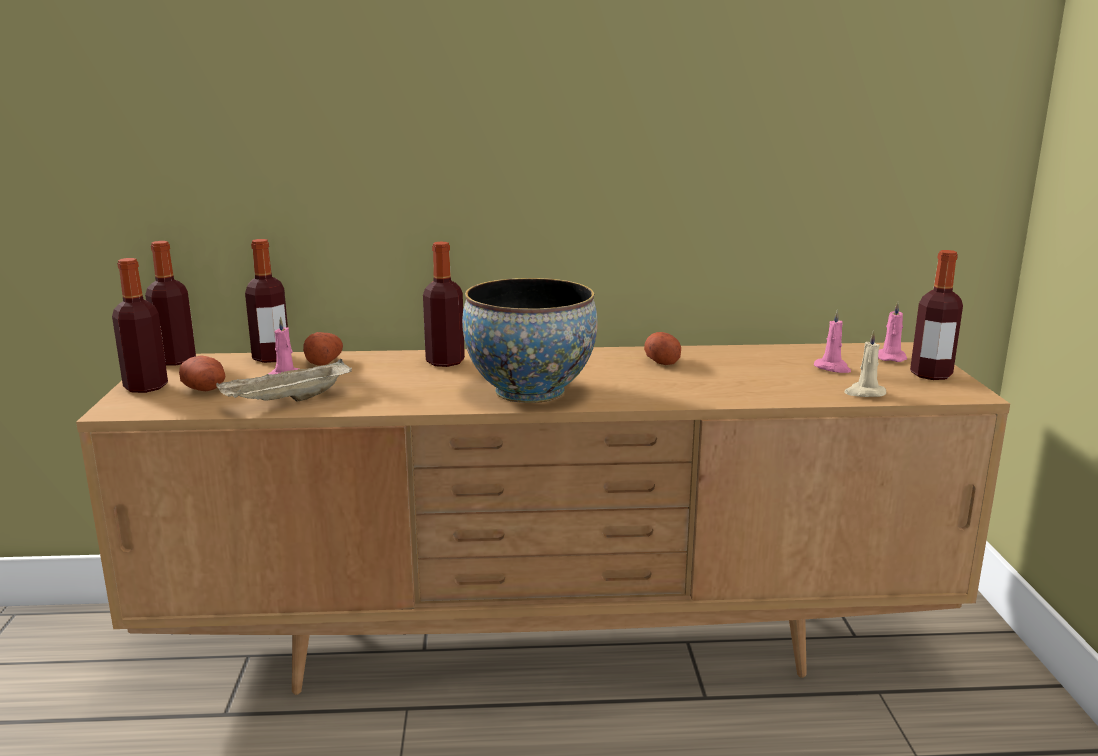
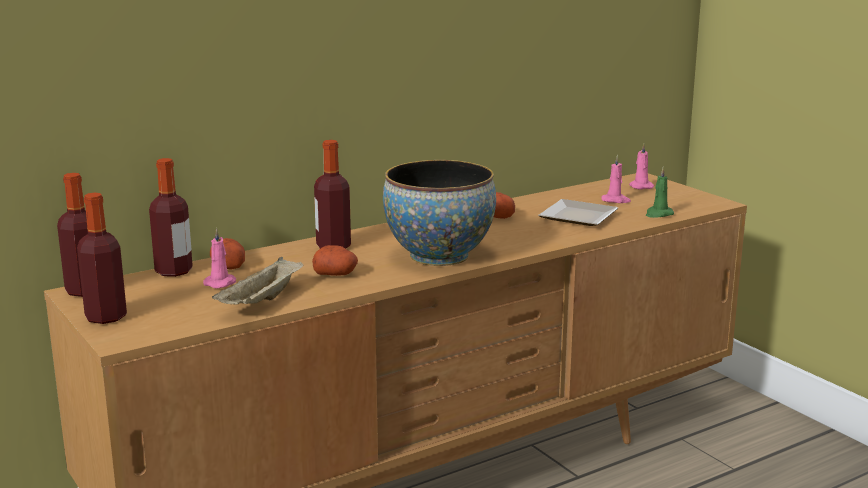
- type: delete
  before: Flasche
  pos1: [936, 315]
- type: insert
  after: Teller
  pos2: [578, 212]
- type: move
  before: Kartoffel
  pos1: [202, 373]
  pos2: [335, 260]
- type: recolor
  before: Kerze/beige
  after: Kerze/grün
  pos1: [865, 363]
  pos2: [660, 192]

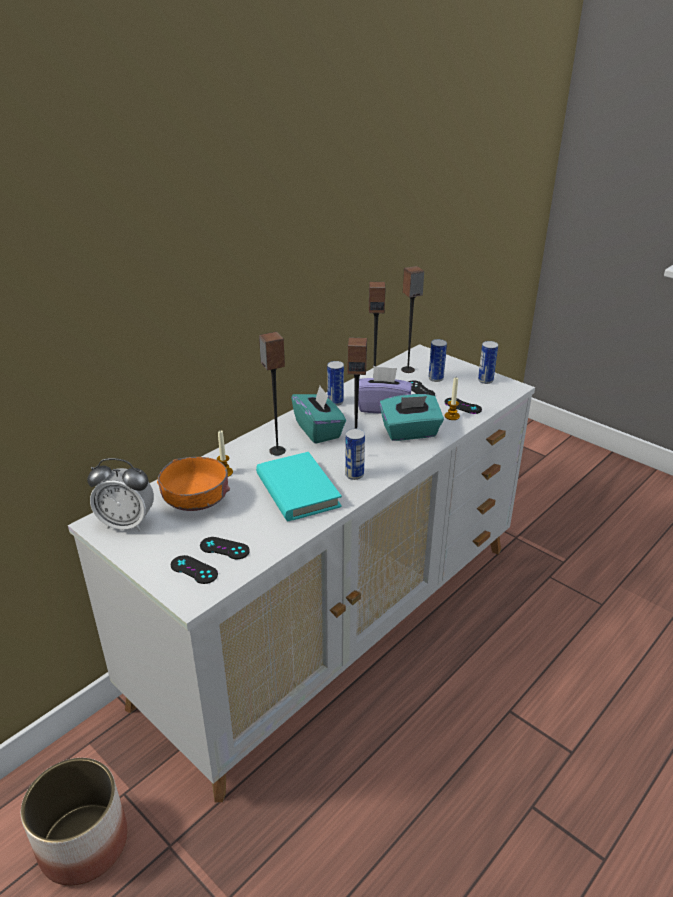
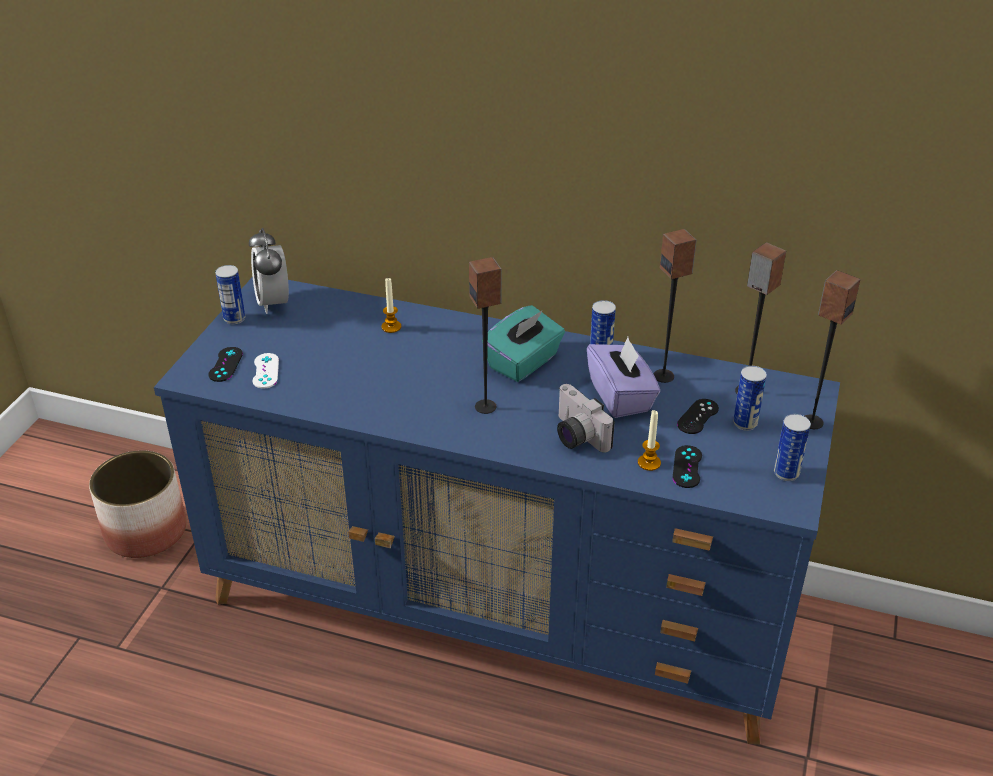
- type: delete
  before: Schüssel/orange
  pos1: [193, 484]
- type: delete
  before: Buch/türkis
  pos1: [299, 486]
- type: move
  before: Lautsprecher
  pos1: [272, 393]
  pos2: [832, 349]
- type: move
  before: Dose
  pos1: [355, 454]
  pos2: [230, 294]
- type: replace
  before: Taschentuchbox/türkis
  after: Kamera
  pos1: [411, 417]
  pos2: [586, 418]
- type: recolor
  before: Kommode/weiß
  after: Kommode/blau
  pos1: [301, 573]
  pos2: [497, 511]
- type: recolor
  before: Gamepad/schwarz
  after: Gamepad/weiß
  pos1: [225, 548]
  pos2: [266, 371]

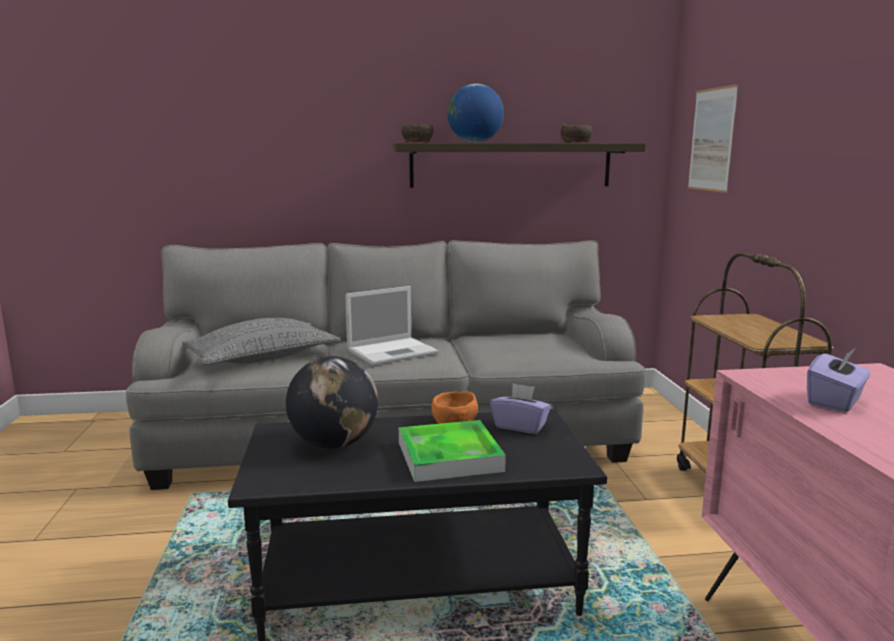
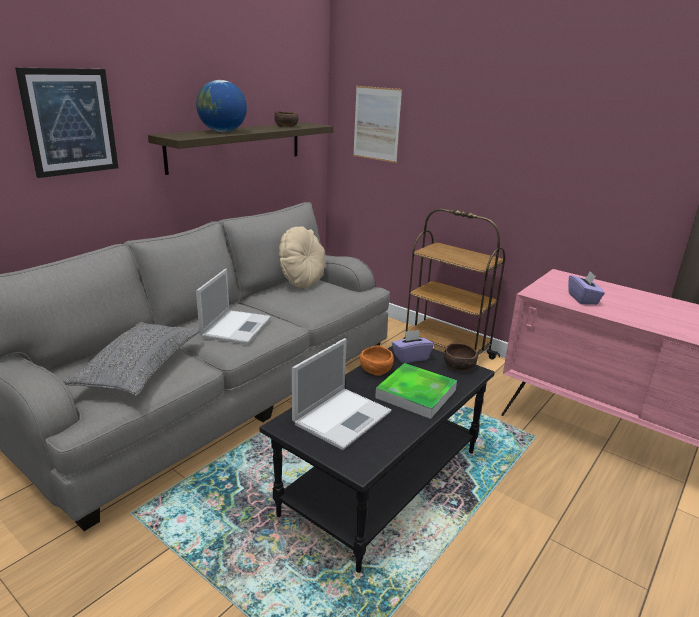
- type: insert
  after: Bild
  pos2: [66, 123]
- type: insert
  after: Kissen/beige
  pos2: [302, 257]
- type: move
  before: Schüssel/braun
  pos1: [417, 133]
  pos2: [461, 357]
- type: replace
  before: Globus
  after: Laptop
  pos1: [332, 402]
  pos2: [341, 394]

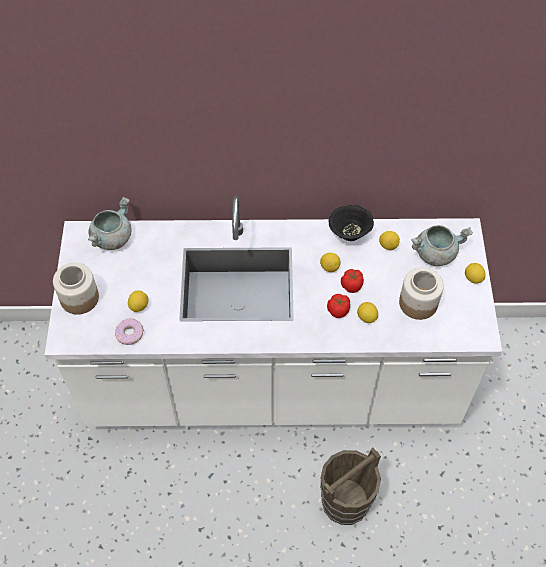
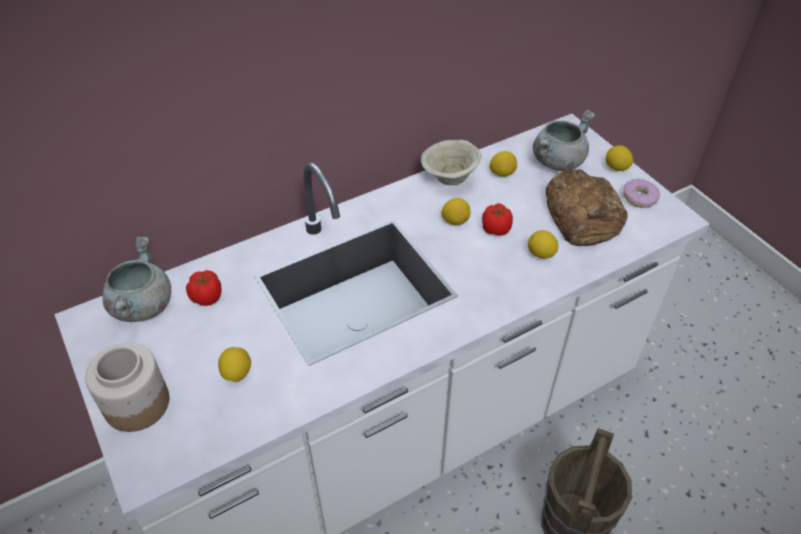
- type: move
  before: Donut
  pos1: [129, 331]
  pos2: [641, 193]
- type: move
  before: Tomate
  pos1: [338, 306]
  pos2: [204, 288]
- type: replace
  before: Vorratsglas
  after: Brot
  pos1: [421, 294]
  pos2: [587, 207]
- type: recolor
  before: Schüssel/schwarz
  after: Schüssel/beige
  pos1: [351, 223]
  pos2: [451, 162]

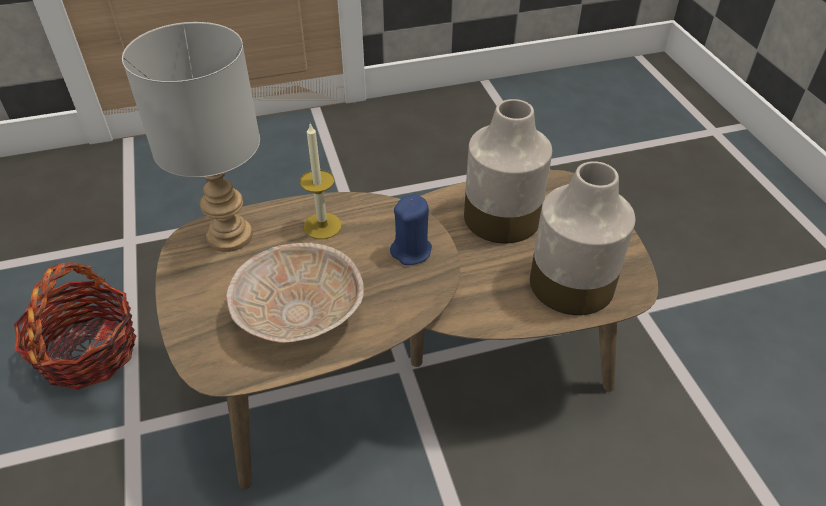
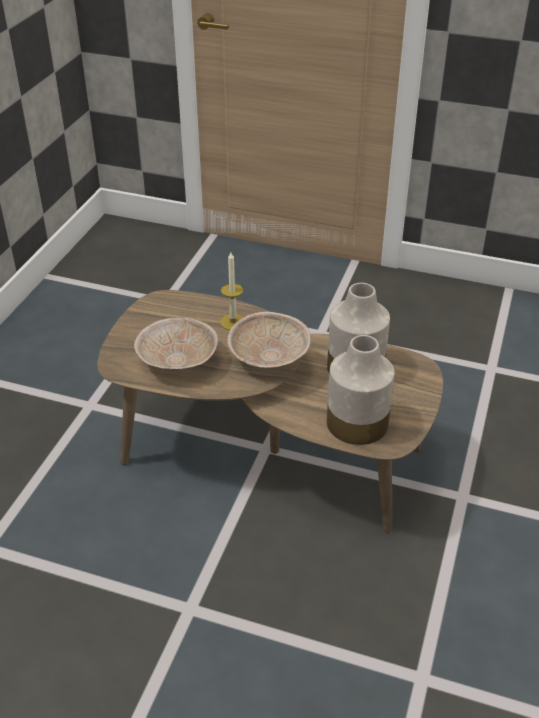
- type: delete
  before: Korb
  pos1: [75, 326]
- type: delete
  before: Tischlampe/grau
  pos1: [191, 137]
- type: replace
  before: Kerze/blau
  after: Schüssel/beige
  pos1: [411, 229]
  pos2: [269, 340]

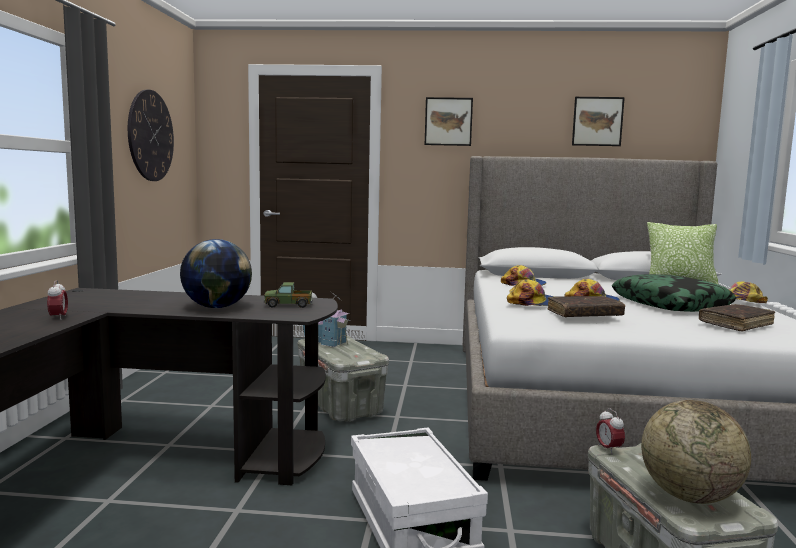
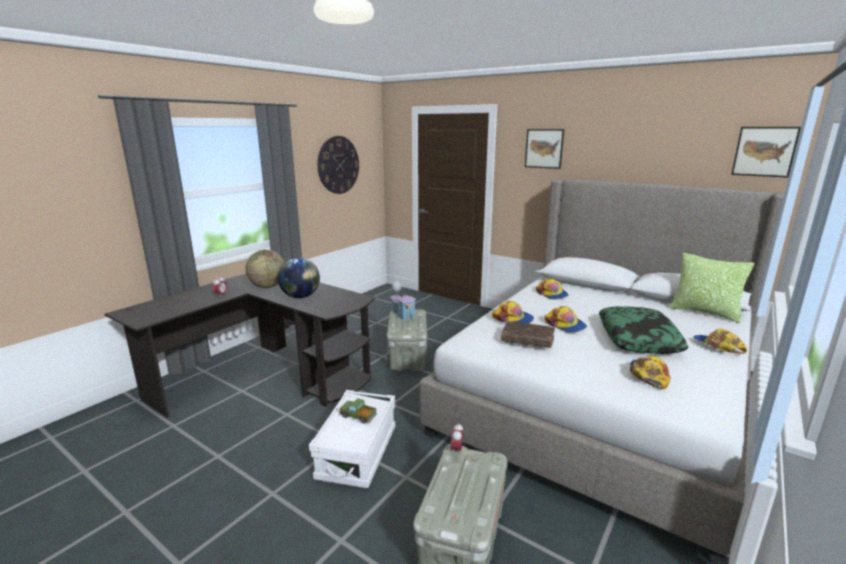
- type: move
  before: Spielzeuglaster
  pos1: [288, 295]
  pos2: [358, 411]
- type: move
  before: Bild
  pos1: [598, 121]
  pos2: [766, 152]
- type: move
  before: Globus
  pos1: [696, 452]
  pos2: [265, 269]
- type: replace
  before: Buch/braun
  after: Kappe
  pos1: [737, 317]
  pos2: [650, 372]

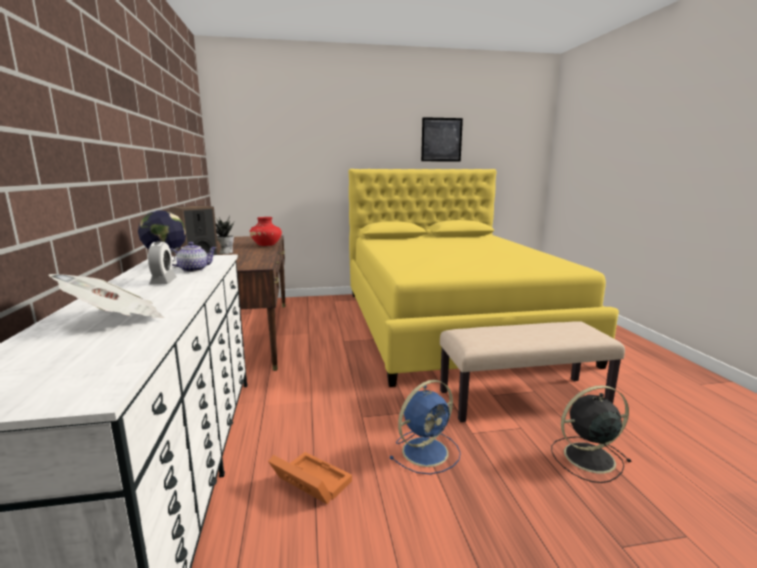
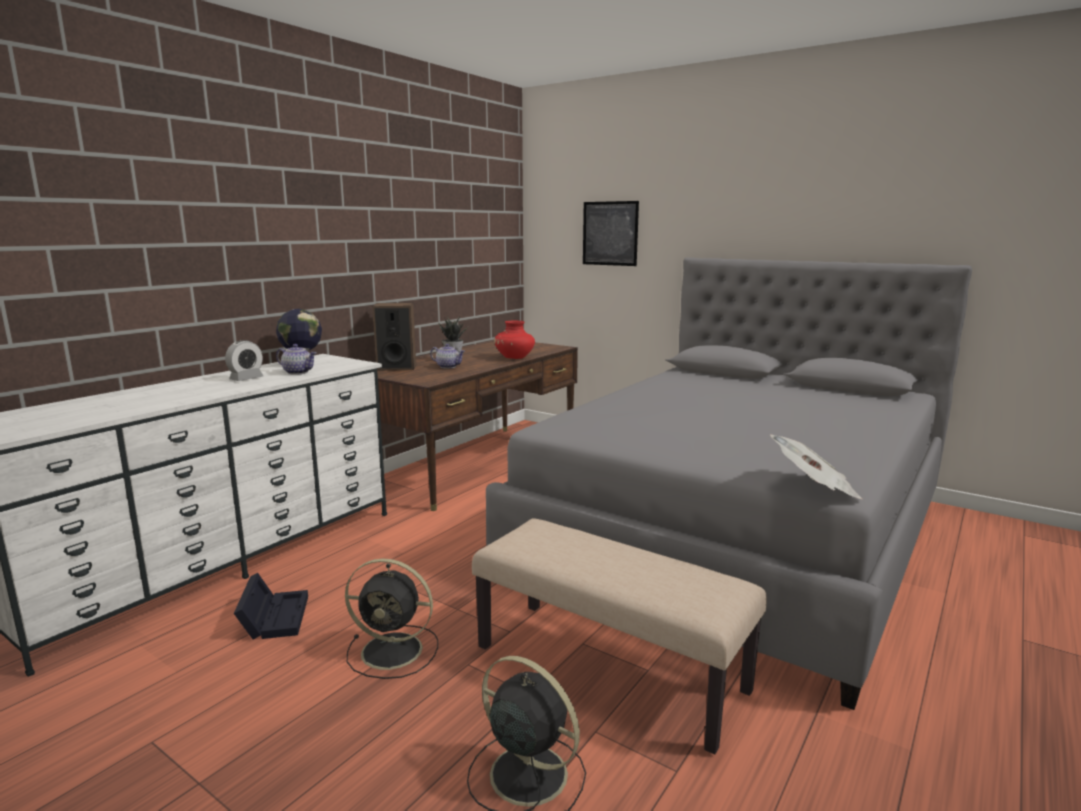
- type: insert
  after: Teekanne
  pos2: [447, 356]
- type: move
  before: Zeitung
  pos1: [106, 296]
  pos2: [816, 466]
- type: move
  before: Bild
  pos1: [442, 139]
  pos2: [611, 233]
- type: recolor
  before: Aufbewahrungsbox/orange
  after: Aufbewahrungsbox/schwarz
  pos1: [310, 478]
  pos2: [271, 606]
- type: recolor
  before: Bett/gelb
  after: Bett/grau
  pos1: [484, 278]
  pos2: [729, 483]
- type: recolor
  before: Ventilator/blau
  after: Ventilator/schwarz
  pos1: [425, 427]
  pos2: [391, 618]

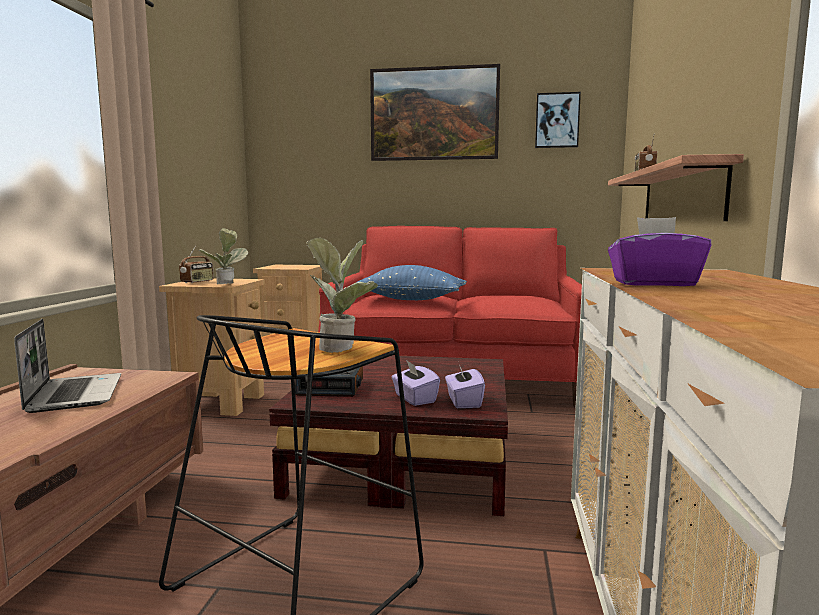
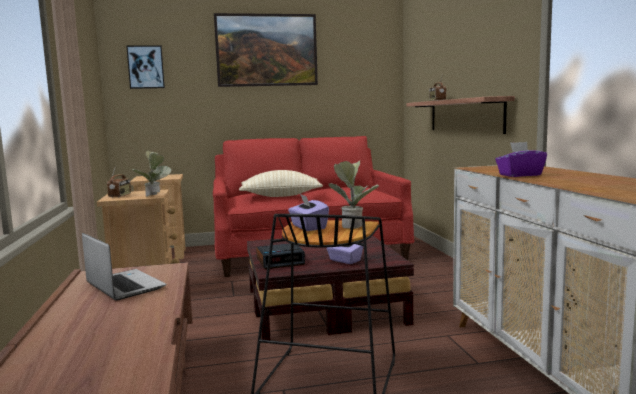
- type: move
  before: Taschentuchbox/lila
  pos1: [465, 386]
  pos2: [308, 212]
- type: move
  before: Bild
  pos1: [558, 120]
  pos2: [145, 67]
- type: recolor
  before: Kissen/blau
  after: Kissen/beige
  pos1: [411, 282]
  pos2: [281, 183]

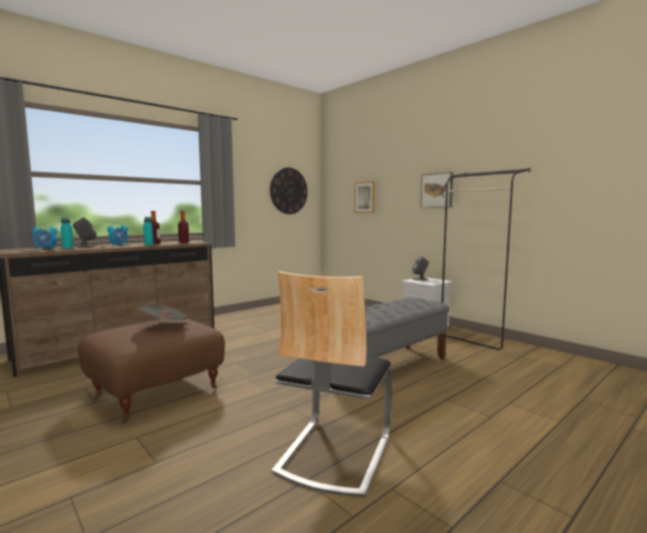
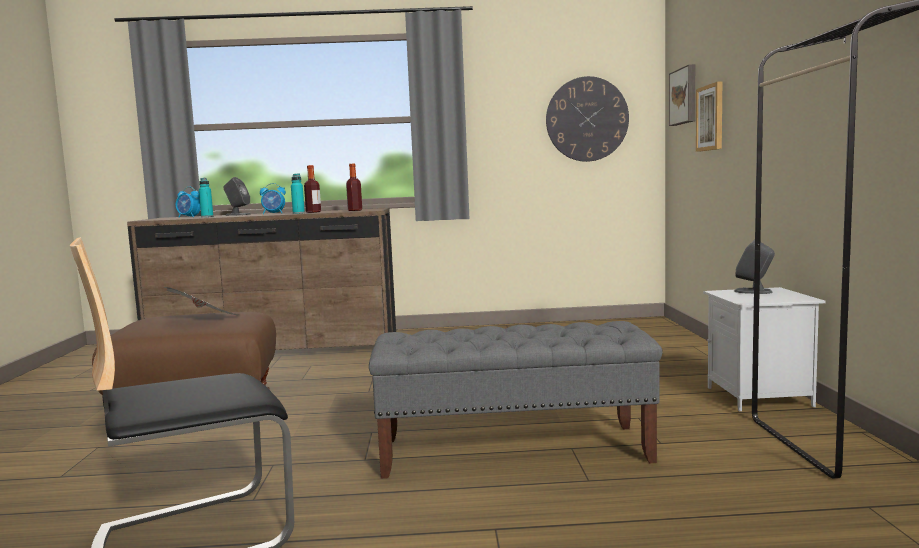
- type: move
  before: Bild
  pos1: [437, 190]
  pos2: [682, 95]

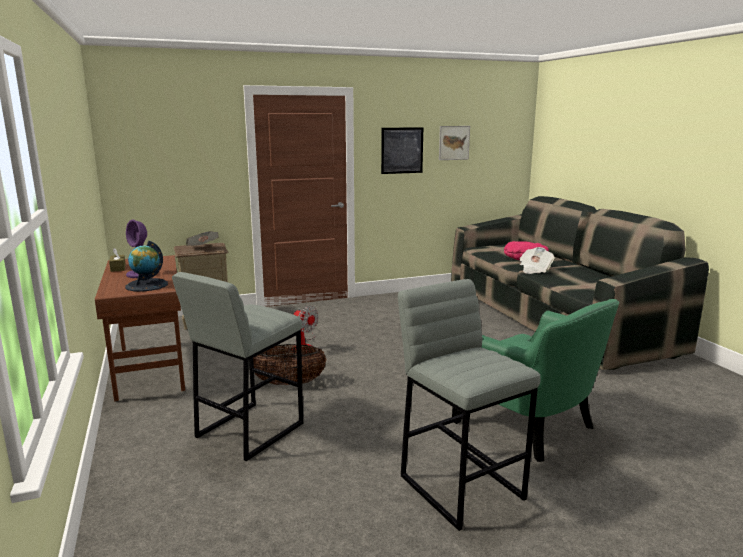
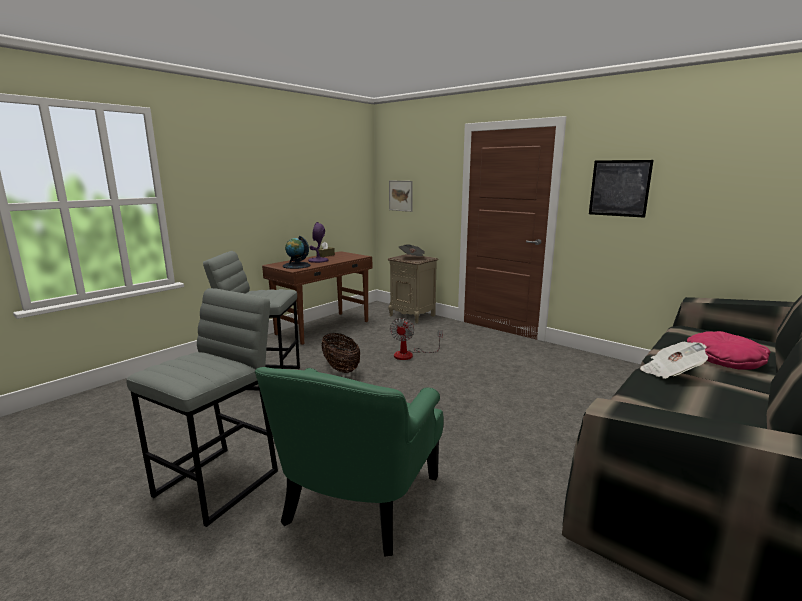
- type: move
  before: Bild
  pos1: [454, 143]
  pos2: [401, 196]

